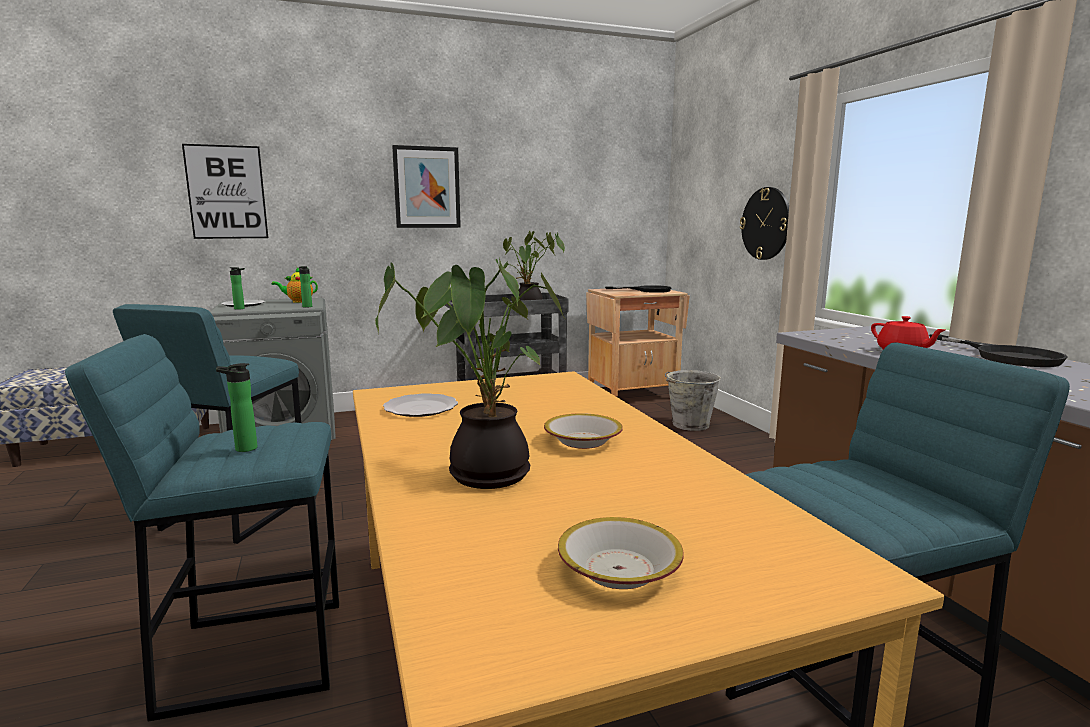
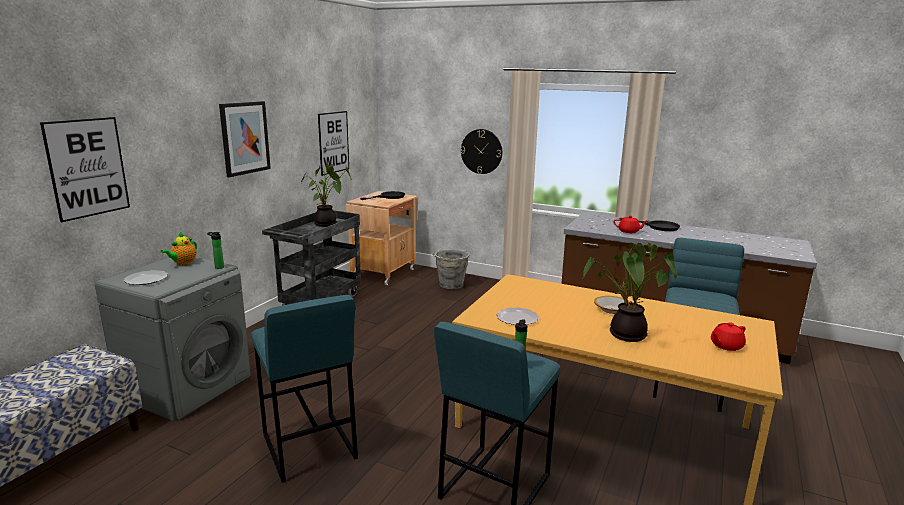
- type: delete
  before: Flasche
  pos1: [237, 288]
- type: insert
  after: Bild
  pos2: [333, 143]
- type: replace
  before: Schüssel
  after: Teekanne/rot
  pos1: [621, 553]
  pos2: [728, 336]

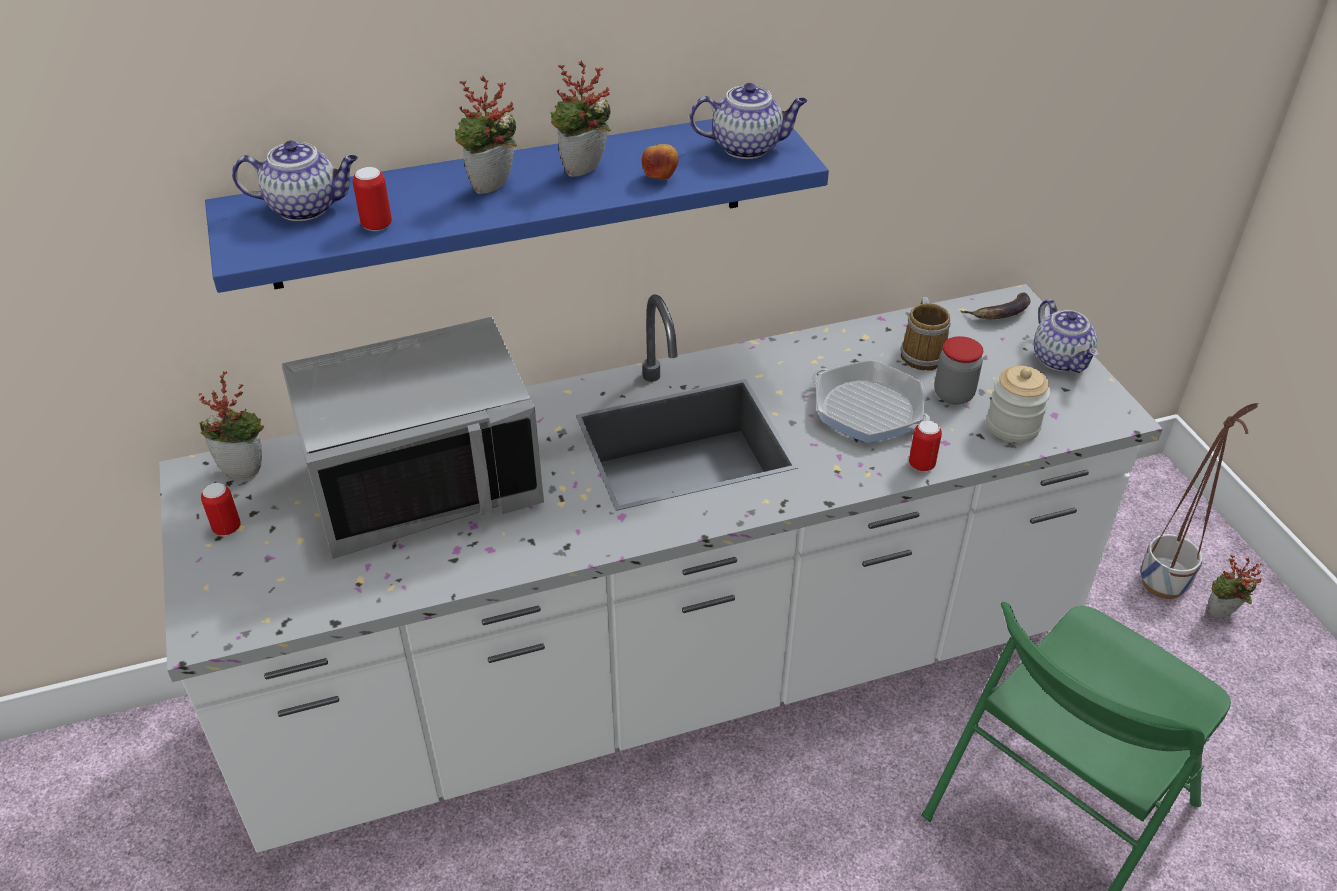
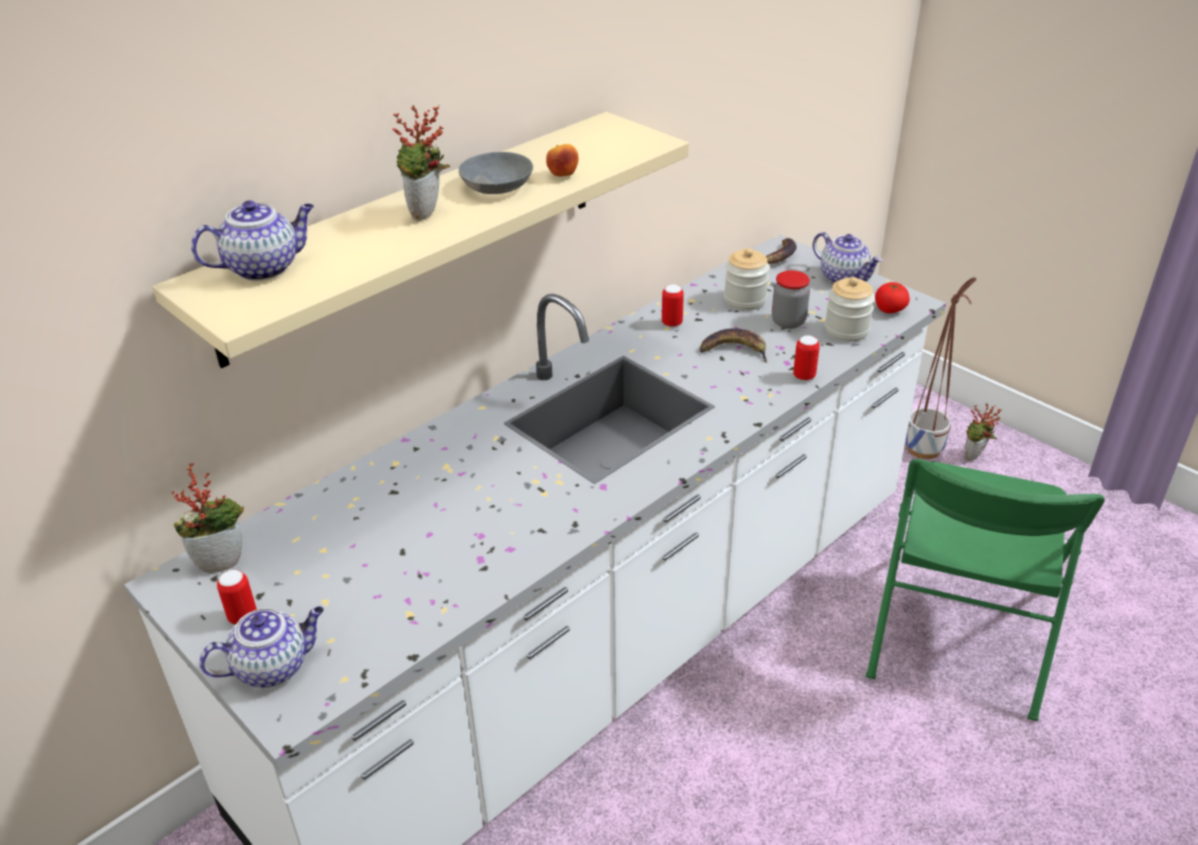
- type: delete
  before: Mikrowelle/grau
  pos1: [413, 438]
- type: insert
  after: Tomate
  pos2: [892, 297]
- type: move
  before: Dose
  pos1: [372, 199]
  pos2: [673, 306]
- type: move
  before: Teekanne
  pos1: [748, 121]
  pos2: [261, 647]
- type: replace
  before: Topfpflanze
  after: Schüssel/grau
  pos1: [580, 118]
  pos2: [496, 173]
- type: replace
  before: Pfanne
  after: Banane
  pos1: [871, 401]
  pos2: [733, 345]
- type: replace
  before: Henkelbecher
  after: Vorratsglas
  pos1: [926, 333]
  pos2: [747, 279]
- type: recolor
  before: Wandregal/blau
  after: Wandregal/beige
  pos1: [517, 206]
  pos2: [420, 240]

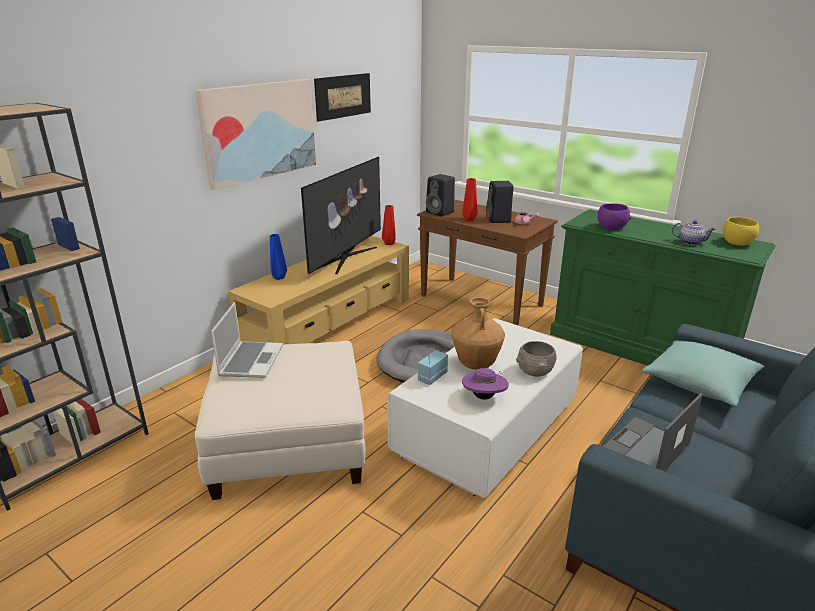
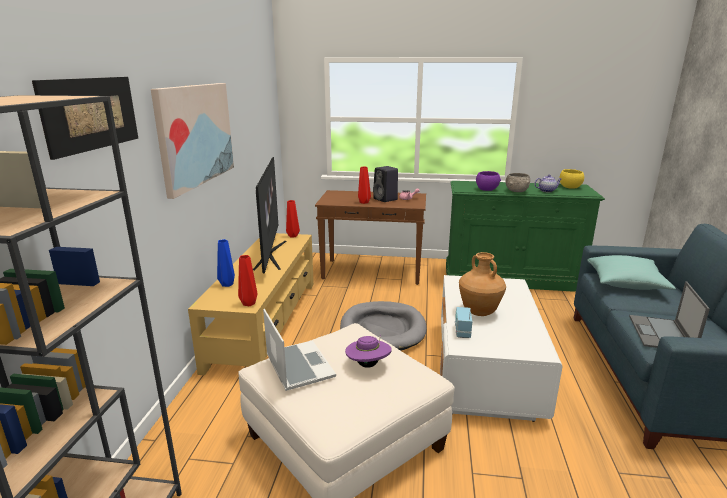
- type: delete
  before: Lautsprecher/schwarz
  pos1: [440, 195]
- type: insert
  after: Vase/rot
  pos2: [247, 280]
- type: move
  before: Bild
  pos1: [342, 97]
  pos2: [85, 118]
- type: move
  before: Hut/lila
  pos1: [485, 384]
  pos2: [368, 351]
- type: move
  before: Schüssel/grau
  pos1: [536, 359]
  pos2: [518, 182]

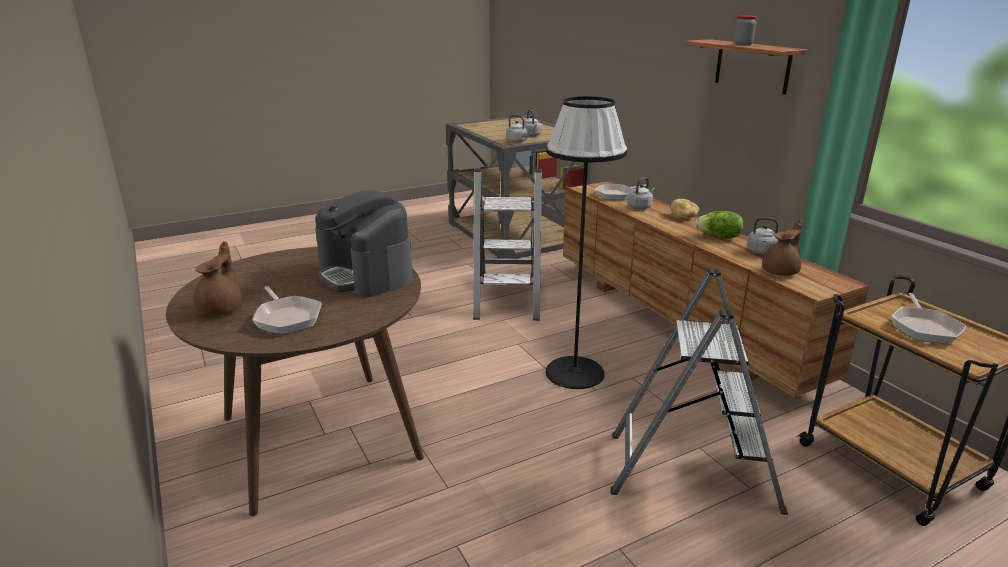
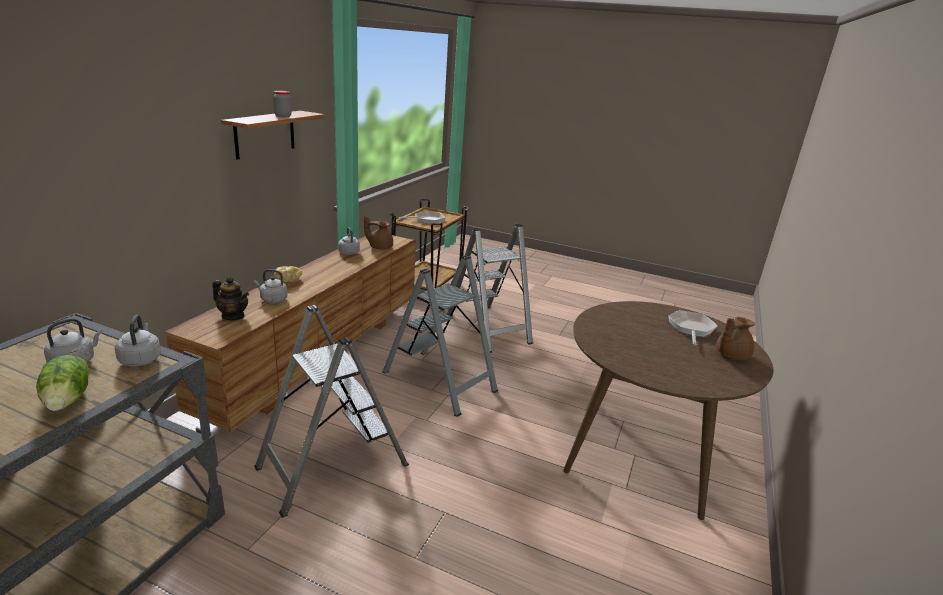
- type: delete
  before: Kaffeemaschine
  pos1: [364, 244]
- type: move
  before: Salatkopf
  pos1: [719, 224]
  pos2: [62, 383]
- type: replace
  before: Stehlampe/schwarz
  after: Trittleiter/grau
  pos1: [586, 242]
  pos2: [440, 336]
- type: replace
  before: Pfanne
  after: Teekanne
  pos1: [620, 192]
  pos2: [230, 298]

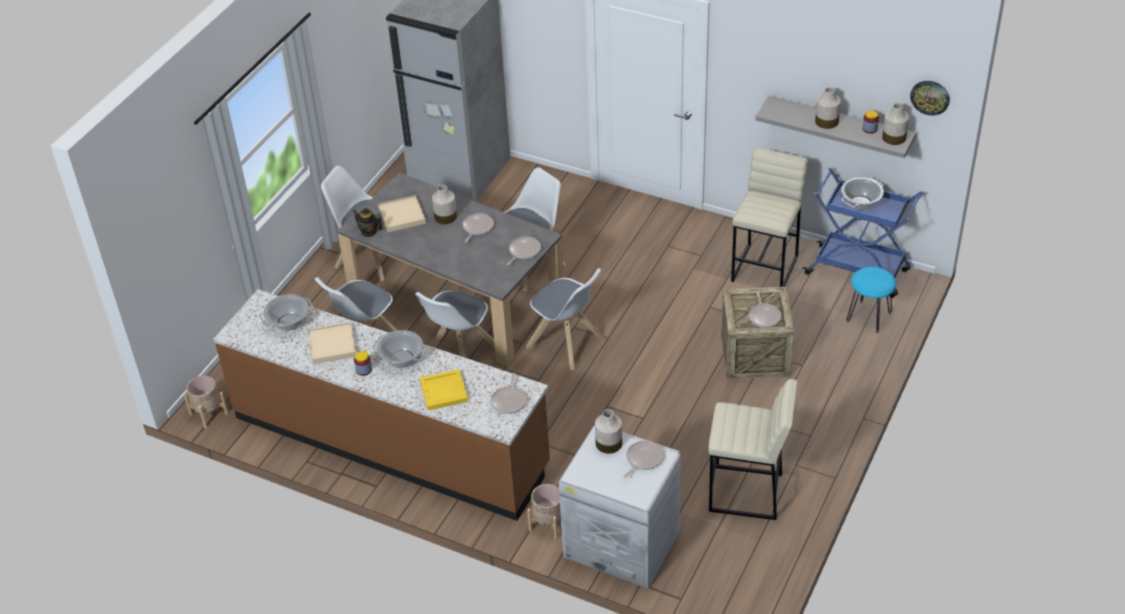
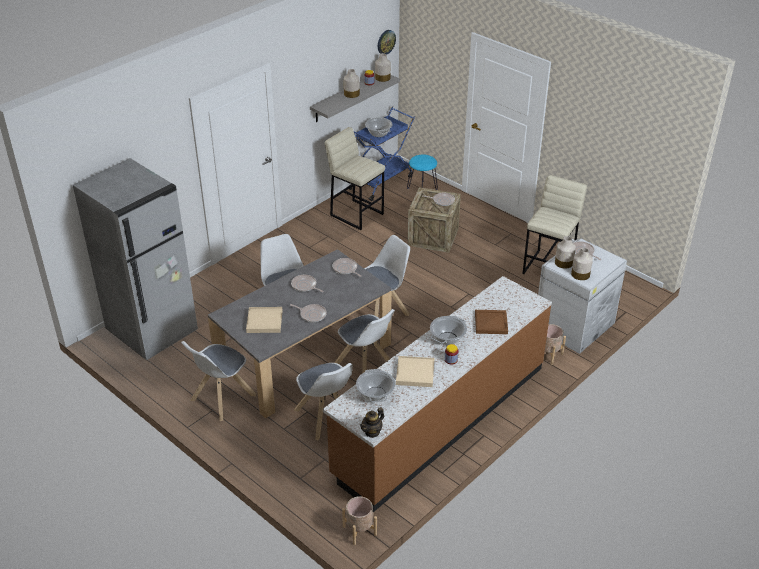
- type: move
  before: Teekanne
  pos1: [367, 222]
  pos2: [372, 422]
- type: move
  before: Vase/beige
  pos1: [444, 204]
  pos2: [582, 264]
- type: move
  before: Pfanne
  pos1: [508, 393]
  pos2: [308, 313]
- type: recolor
  before: Tablett/gelb
  after: Tablett/braun
  pos1: [444, 390]
  pos2: [491, 322]

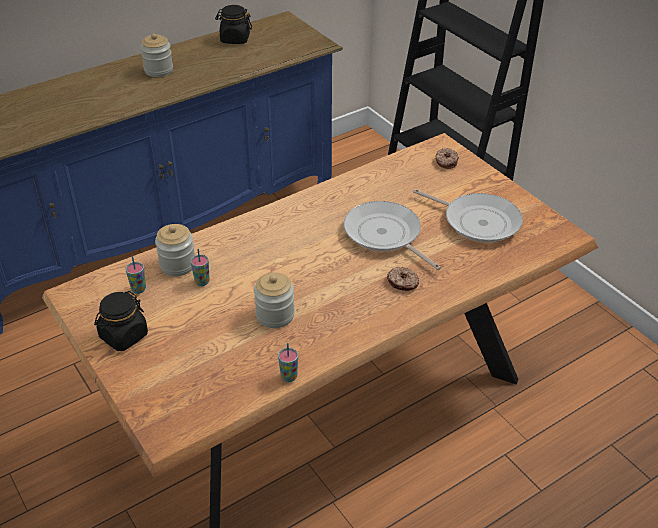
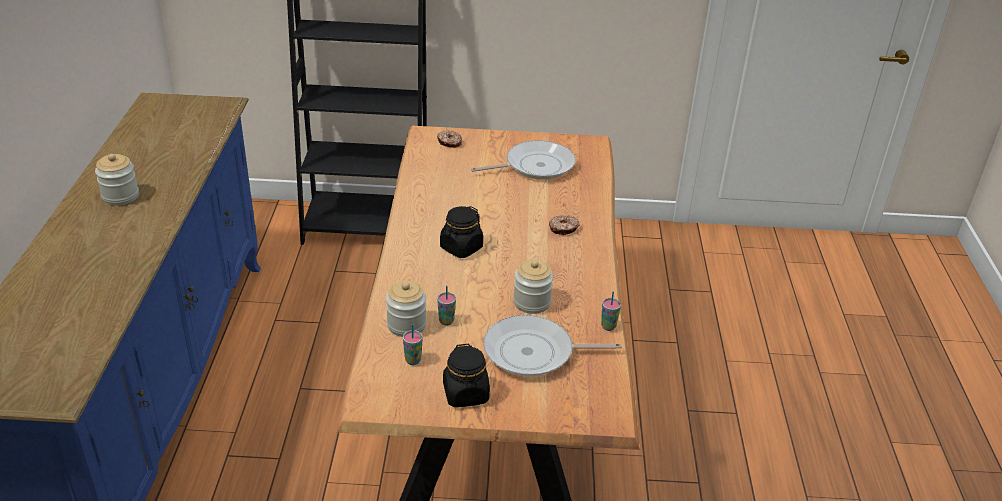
- type: move
  before: Vorratsglas/schwarz
  pos1: [233, 24]
  pos2: [461, 232]
- type: move
  before: Pfanne
  pos1: [392, 235]
  pos2: [552, 346]

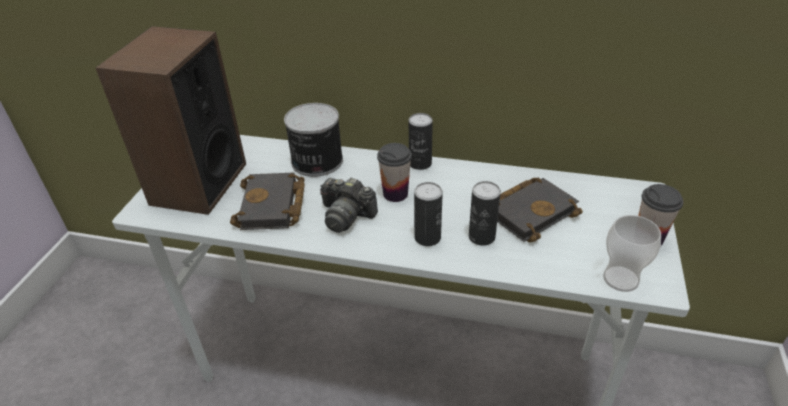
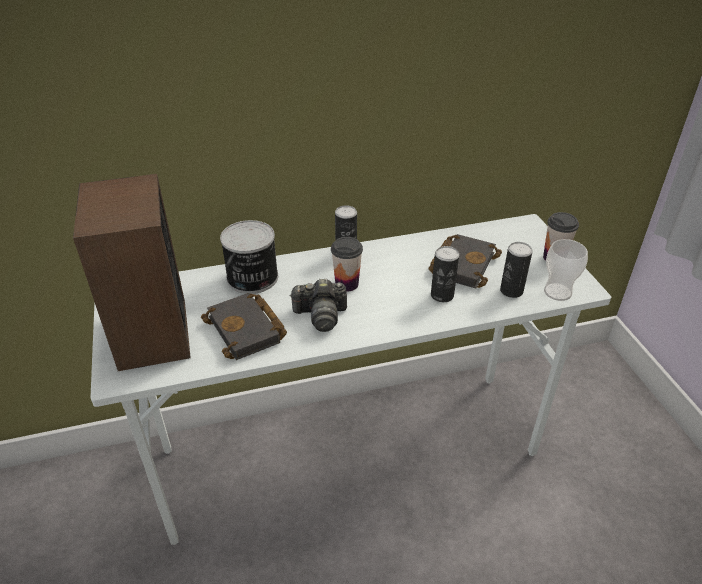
- type: move
  before: Dose
  pos1: [428, 214]
  pos2: [516, 270]

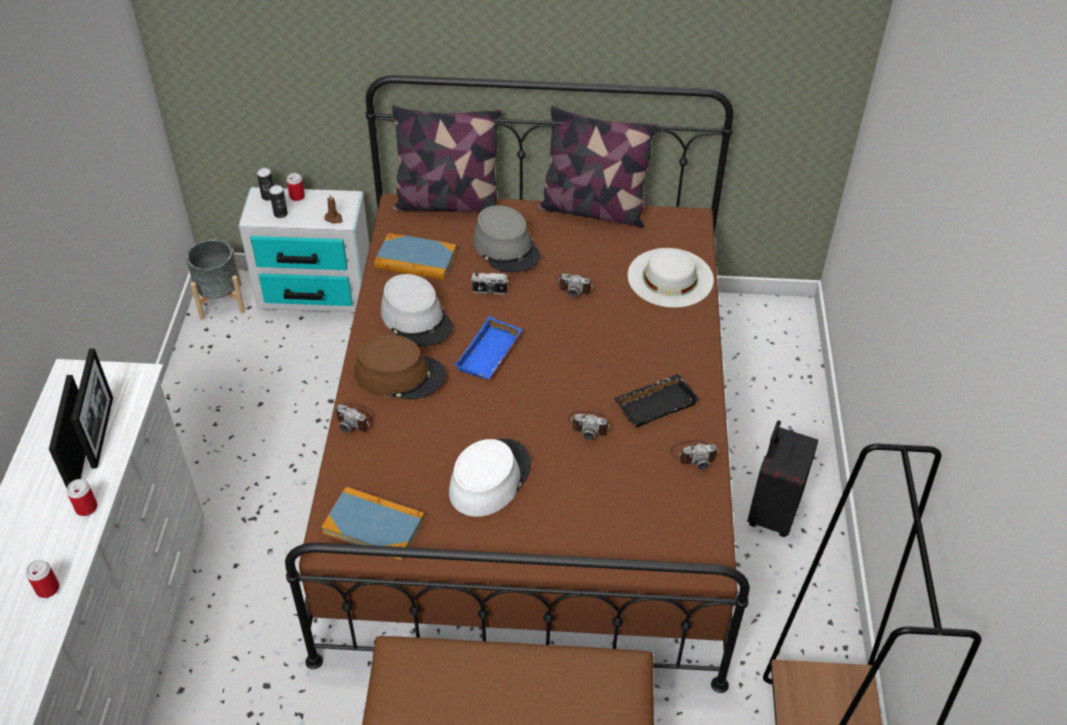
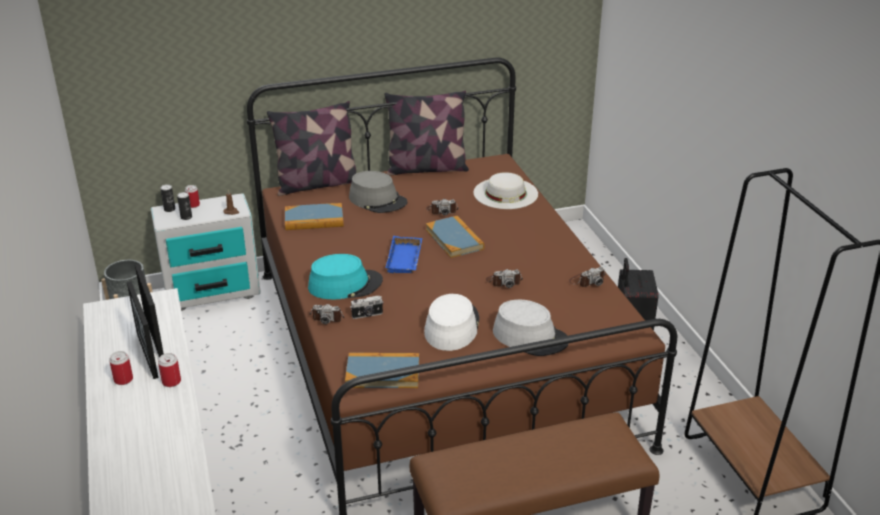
- type: delete
  before: Tablett/schwarz
  pos1: [657, 401]
- type: insert
  after: Buch
  pos2: [455, 237]
- type: move
  before: Dose
  pos1: [42, 579]
  pos2: [121, 368]
- type: move
  before: Hut/grau
  pos1: [416, 310]
  pos2: [531, 328]
- type: move
  before: Kamera
  pos1: [490, 283]
  pos2: [366, 307]
- type: recolor
  before: Hut/braun
  after: Hut/türkis
  pos1: [400, 367]
  pos2: [345, 276]

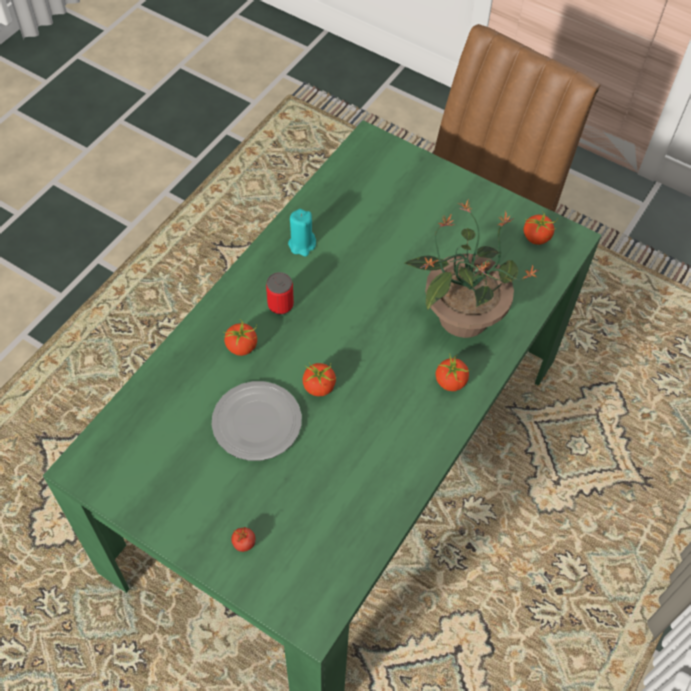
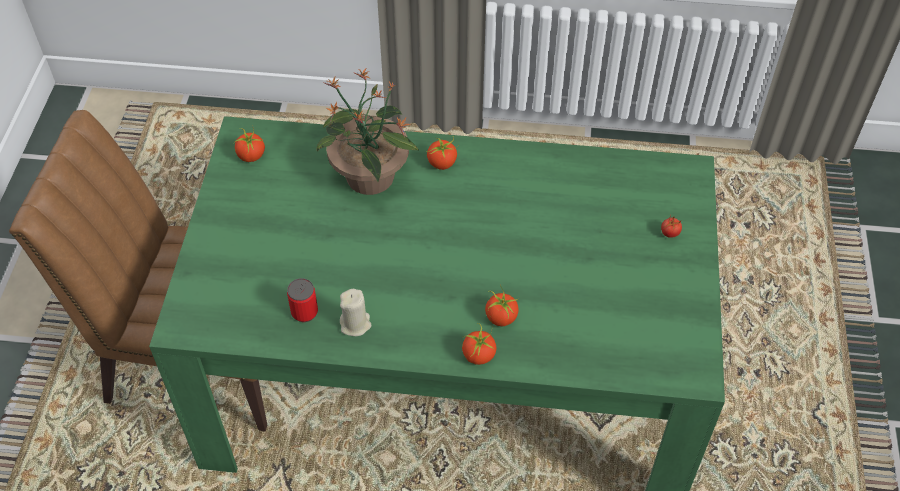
- type: delete
  before: Teller
  pos1: [257, 421]
- type: move
  before: Dose
  pos1: [280, 293]
  pos2: [302, 300]
- type: move
  before: Tomate
  pos1: [319, 379]
  pos2: [479, 344]
- type: recolor
  before: Kerze/türkis
  after: Kerze/beige
  pos1: [302, 232]
  pos2: [356, 312]

